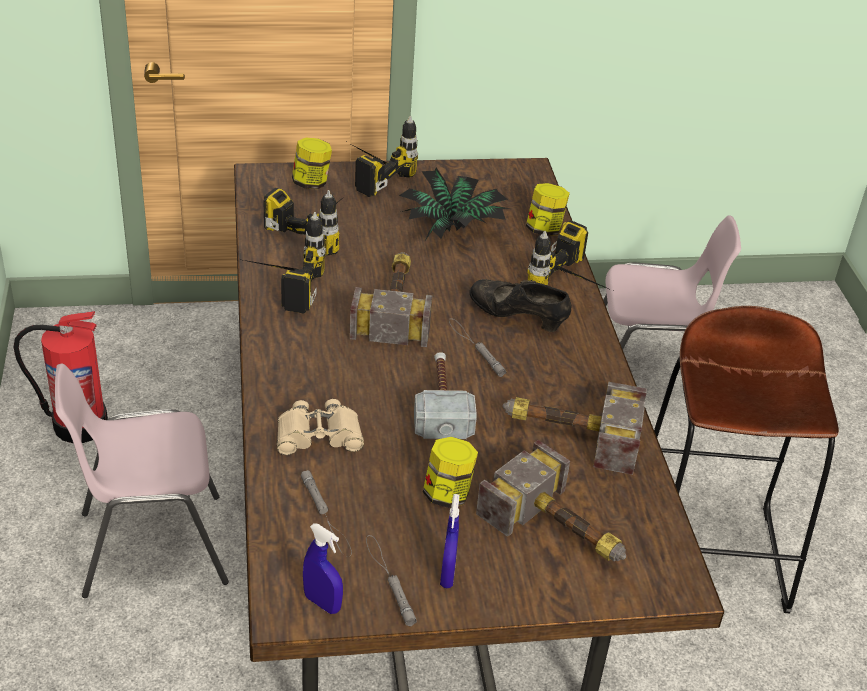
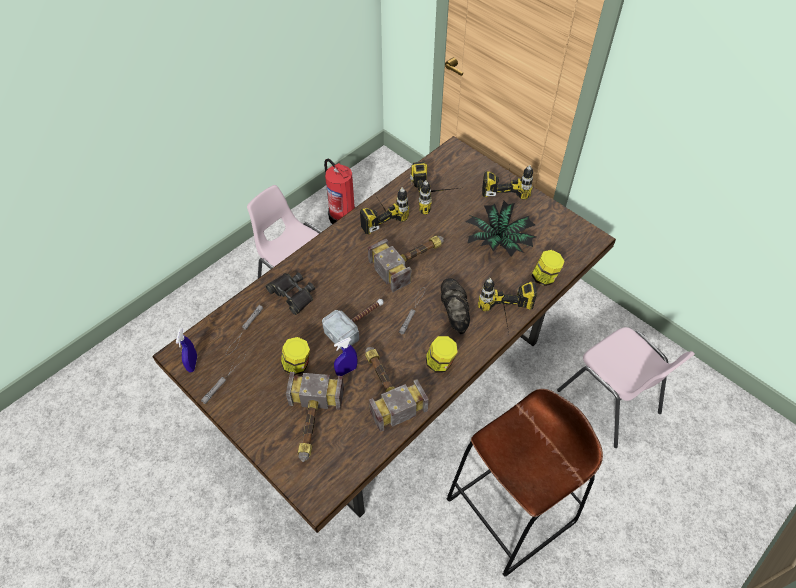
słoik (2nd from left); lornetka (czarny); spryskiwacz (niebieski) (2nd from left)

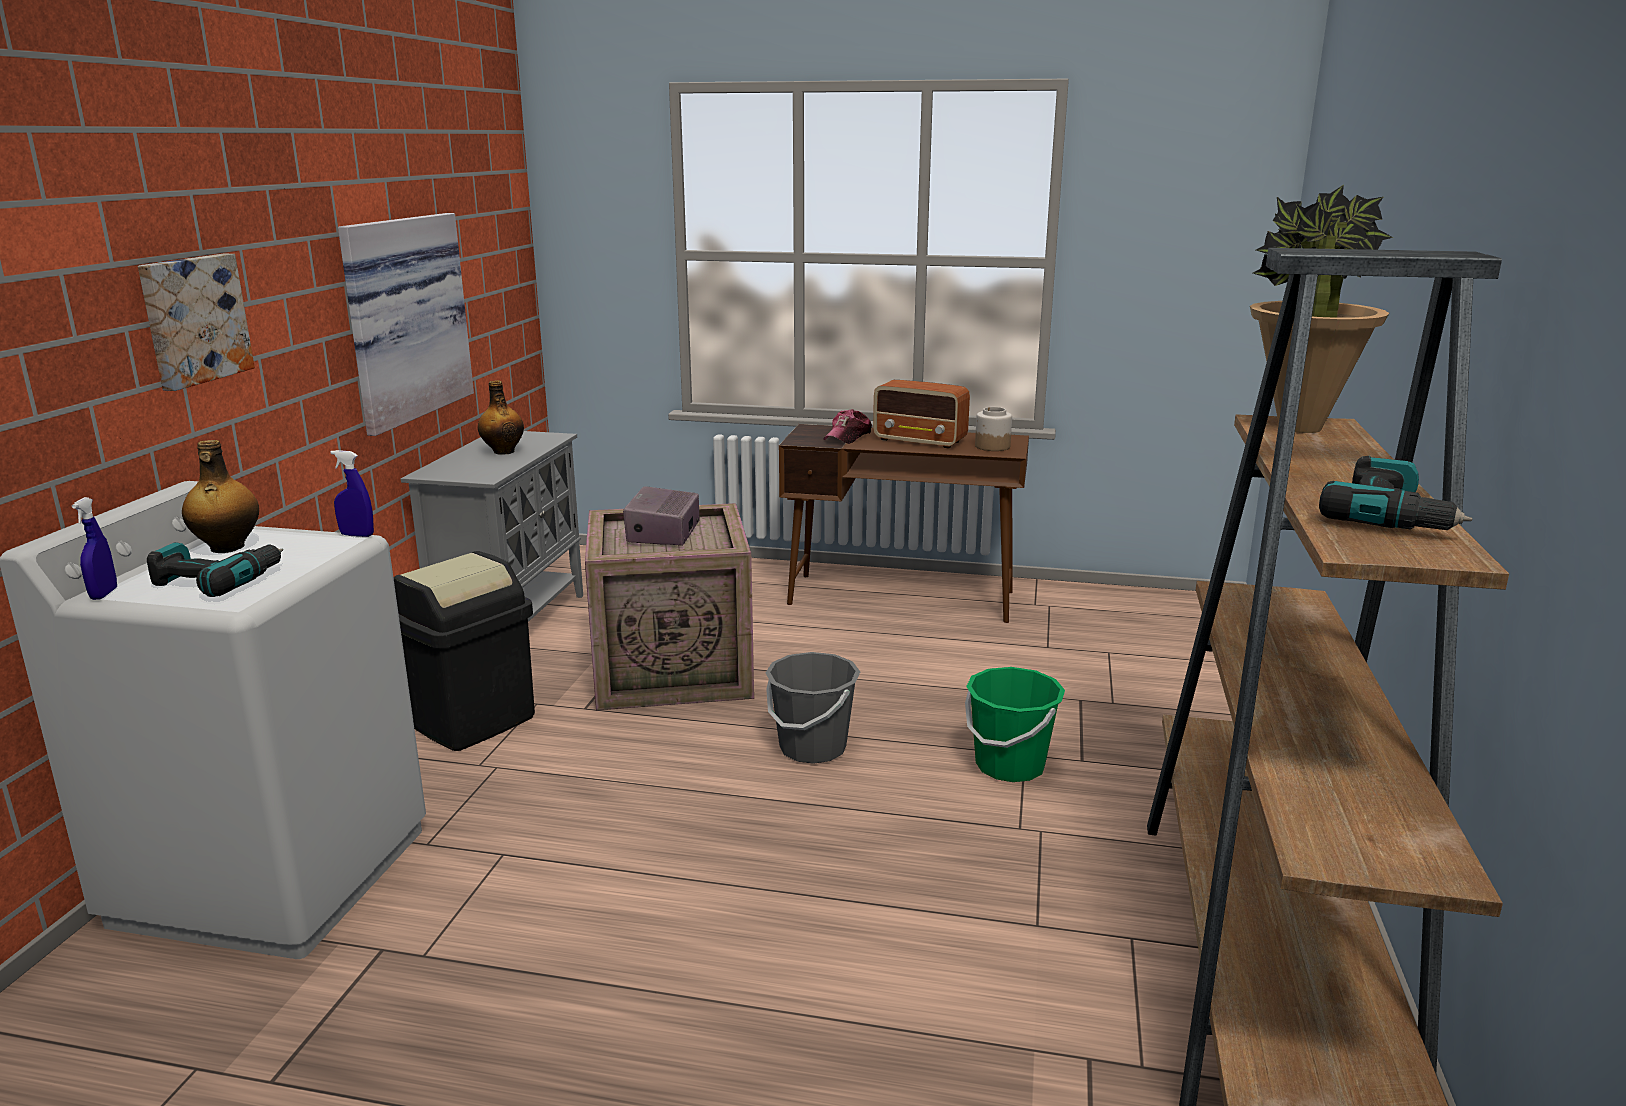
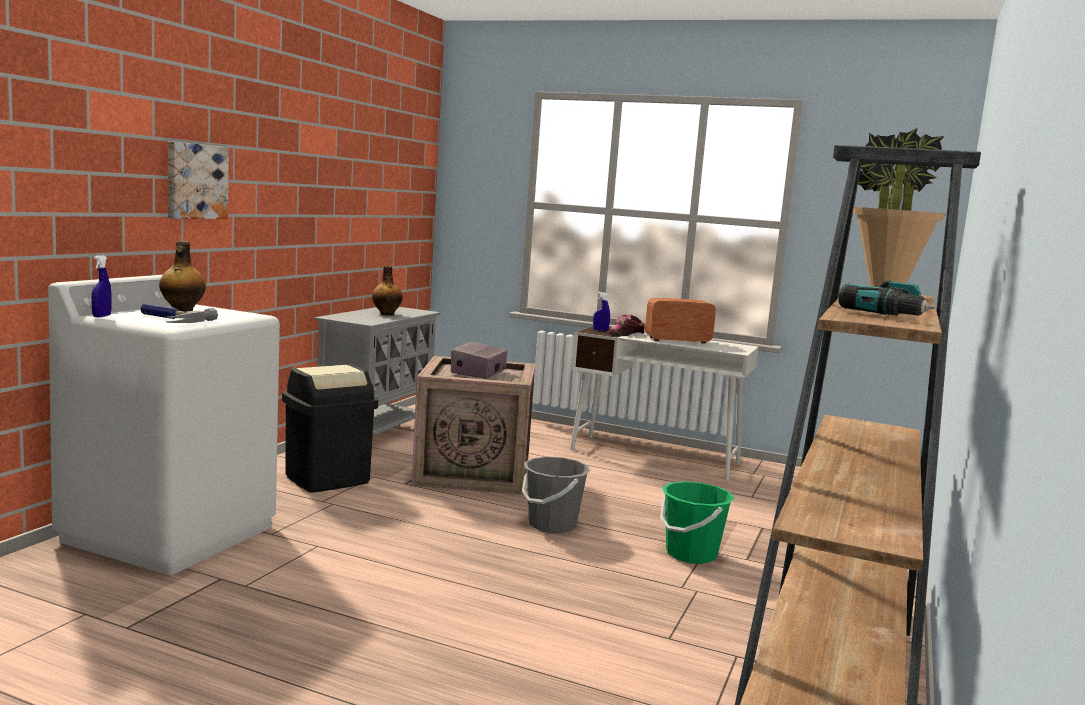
obraz (2nd from left in the first image); radio (2nd from left); słoik; biurko (biały); spryskiwacz (niebieski) (2nd from left); młotek

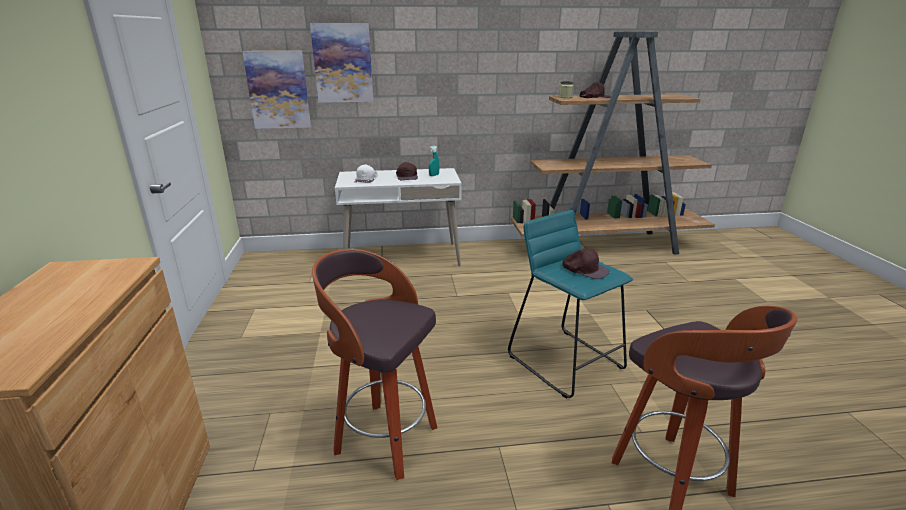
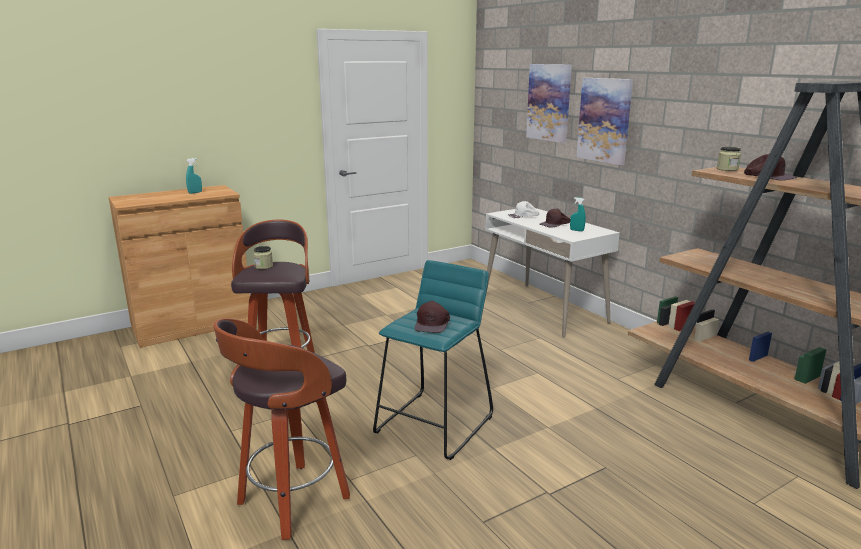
obraz (2nd from left); spryskiwacz (turkusowy) (1st from left); słoik (1st from left)

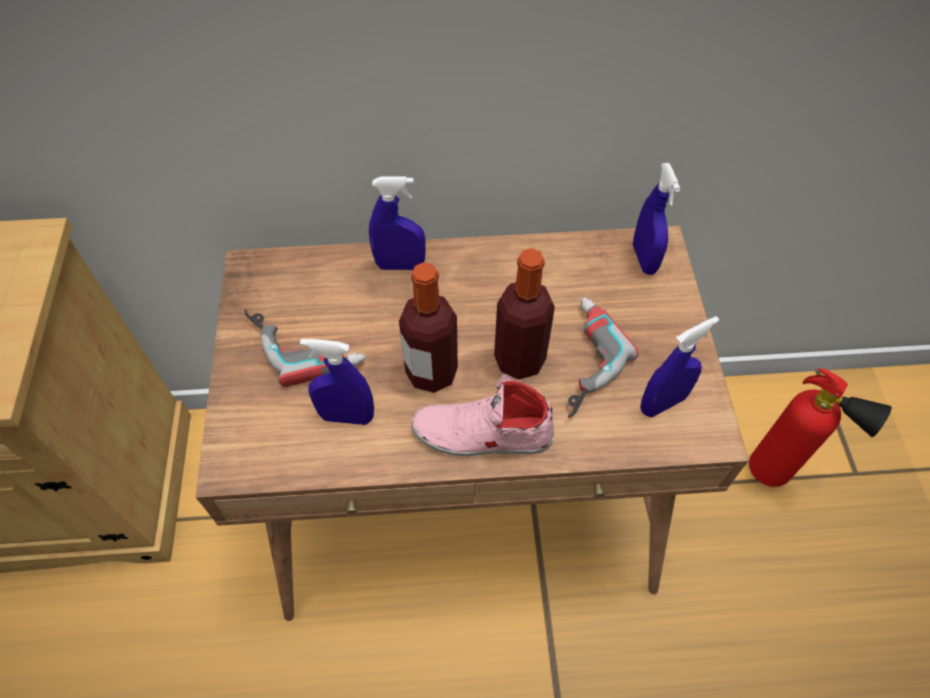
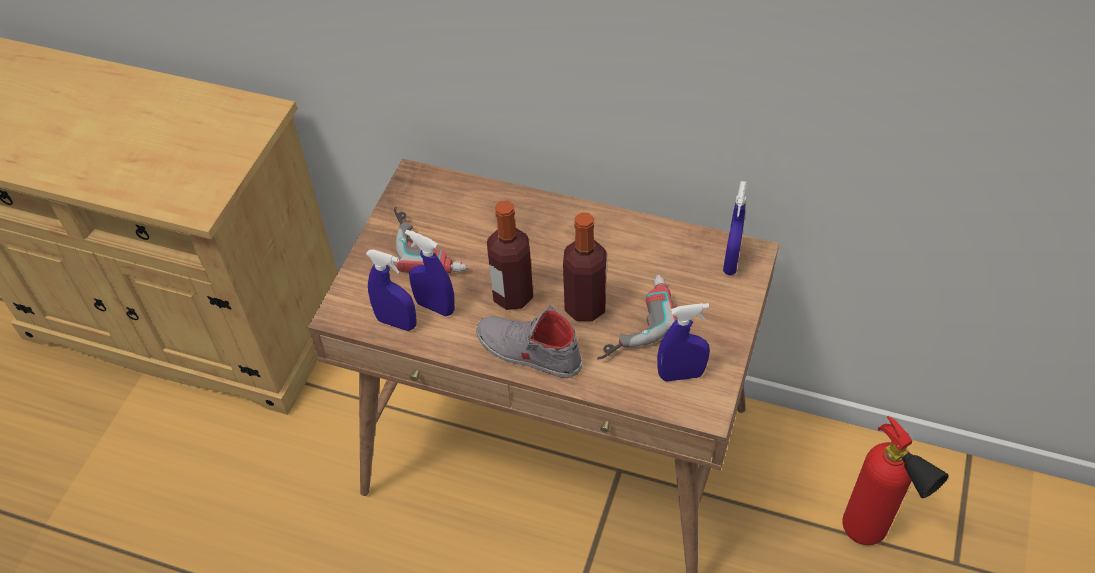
spryskiwacz (niebieski) (1st from left); but (szary)

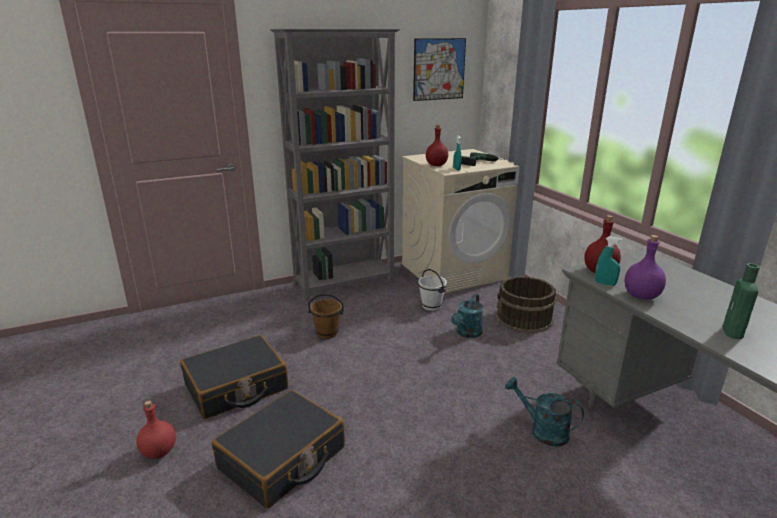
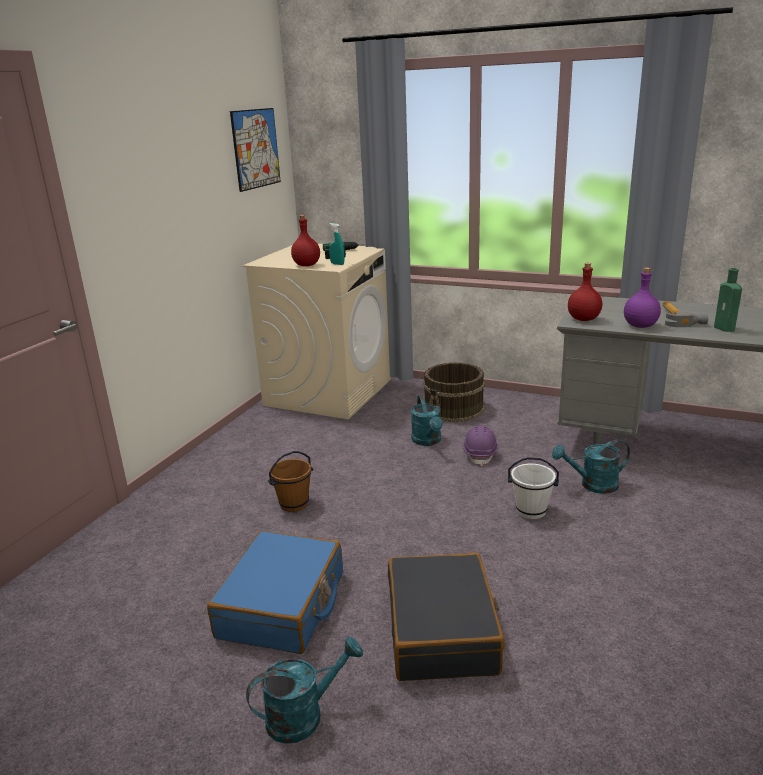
regał (szary); spryskiwacz (turkusowy) (2nd from left in the first image); wiadro (biały); walizka (niebieski); konewka (turkusowy) (1st from left); młotek; kask (fioletowy)

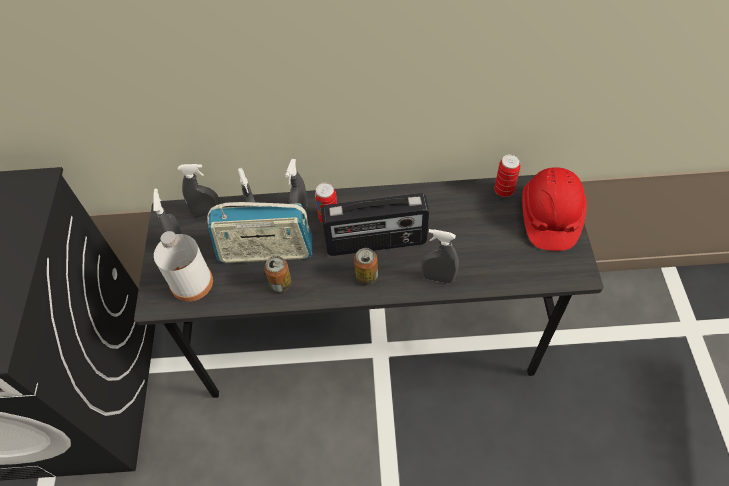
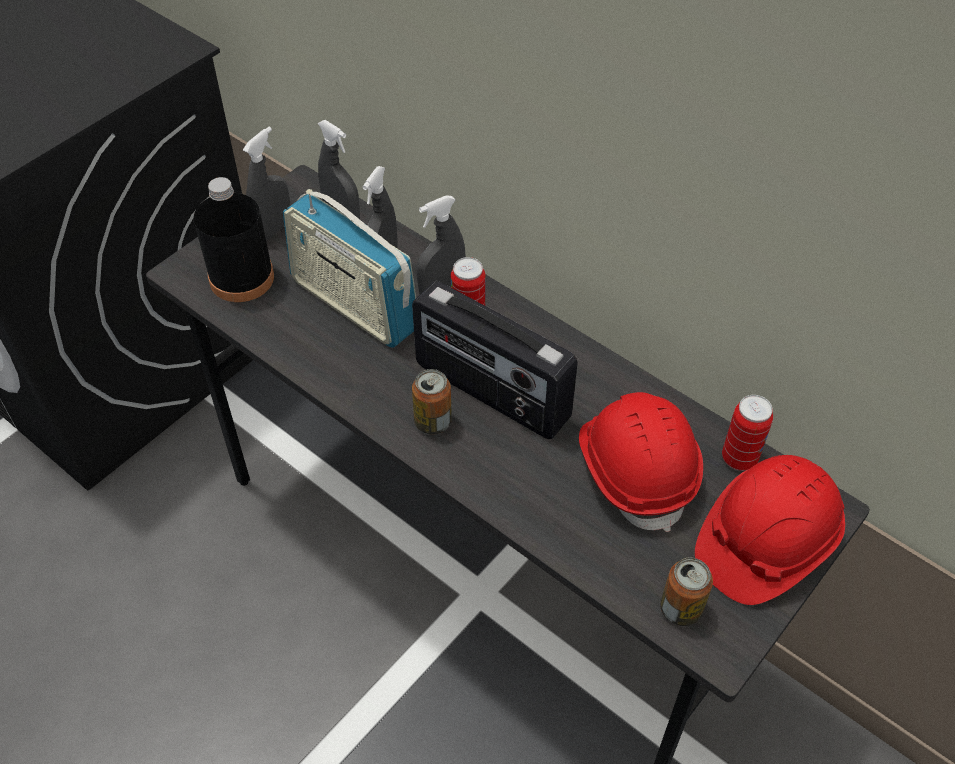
spryskiwacz (szary) (5th from left in the first image); butelka (czarny); puszka (3rd from left); kask (czerwony) (1st from left)

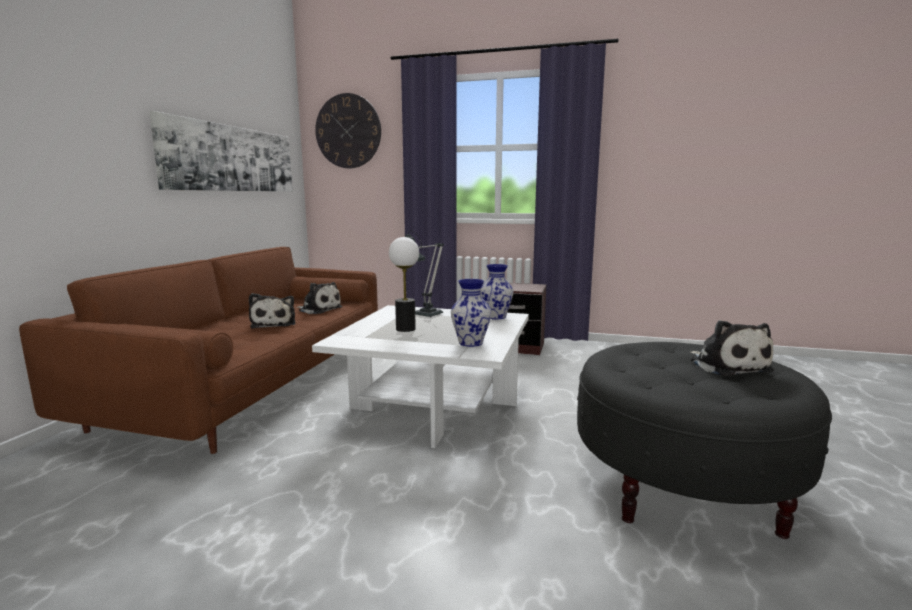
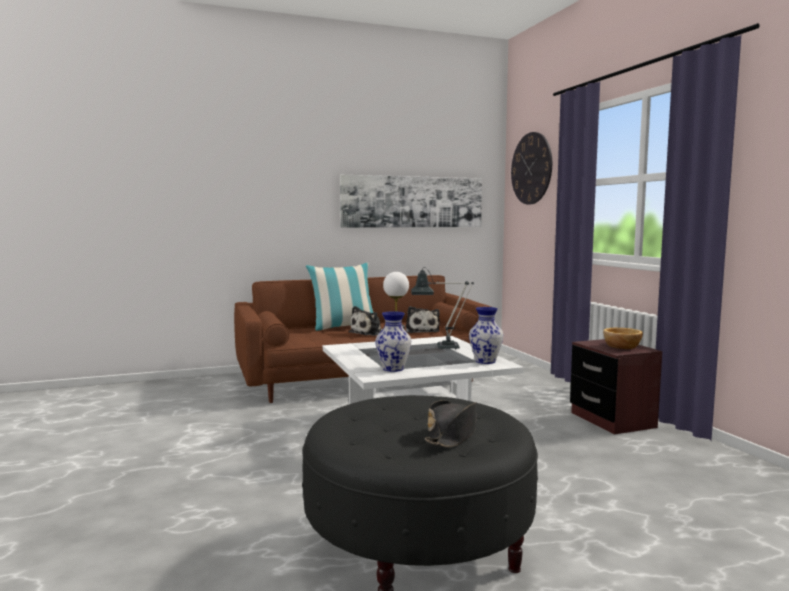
kapelusz (czarny); poduszka; miska

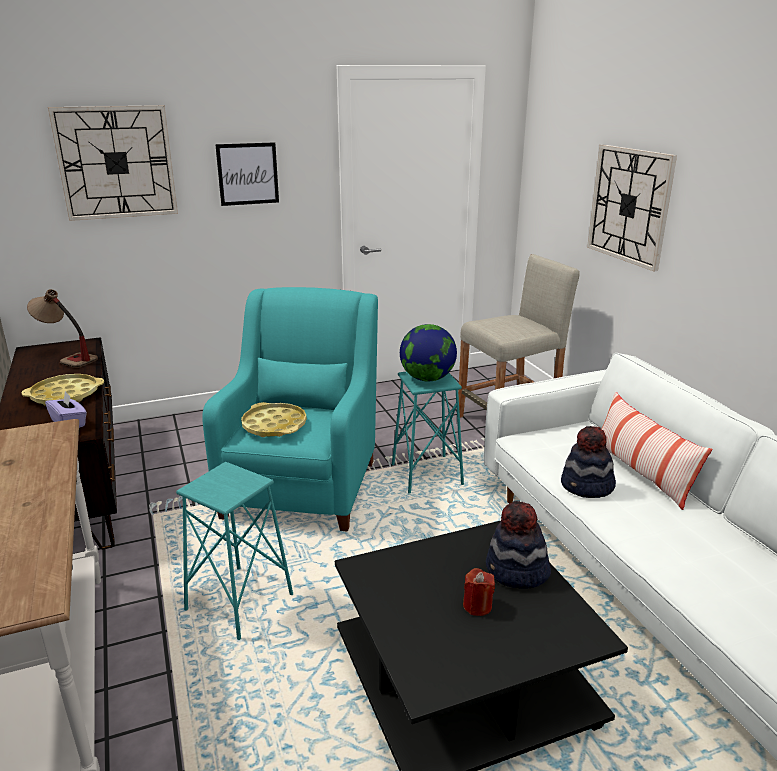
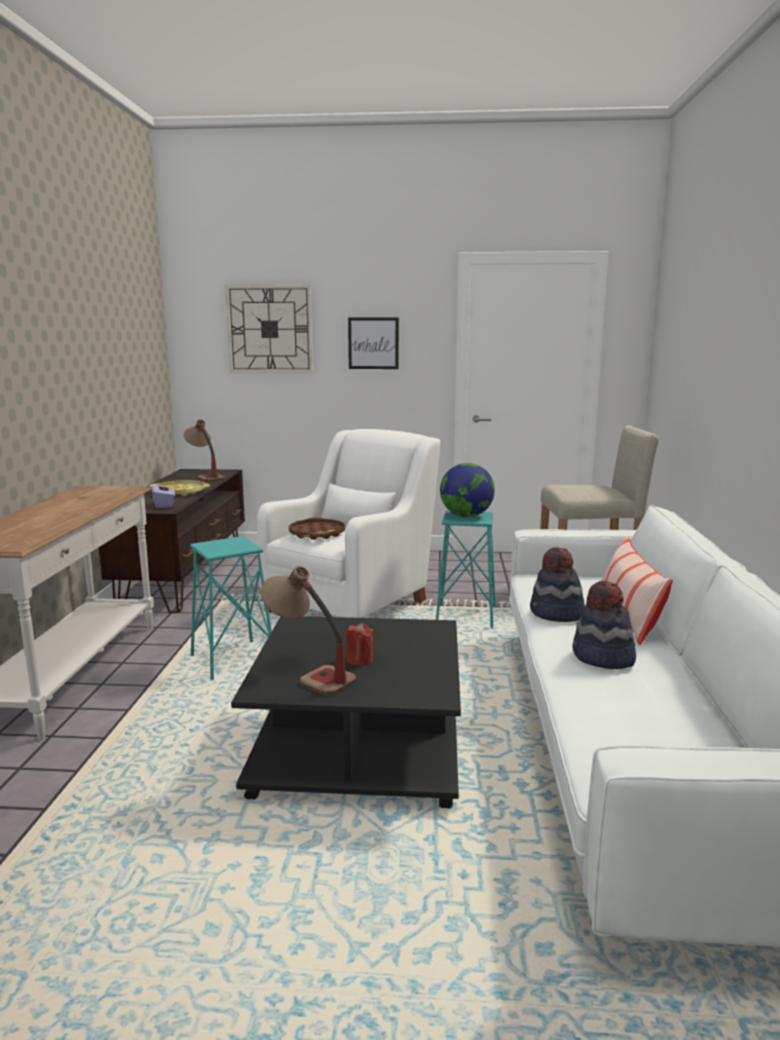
zegar ścienny (2nd from left in the first image); fotel (biały); taca (brązowy); kapelusz (2nd from left); lampa stołowa (2nd from left)

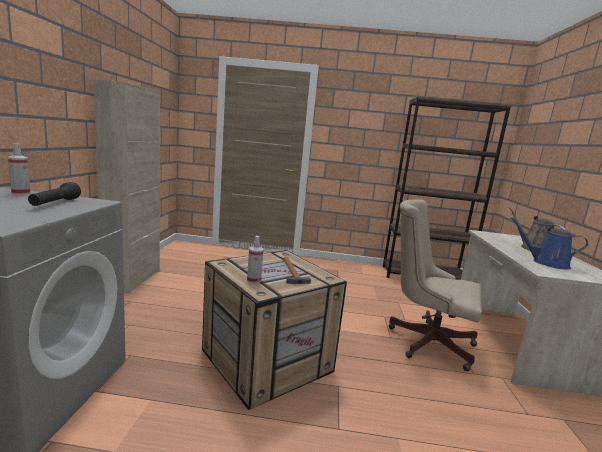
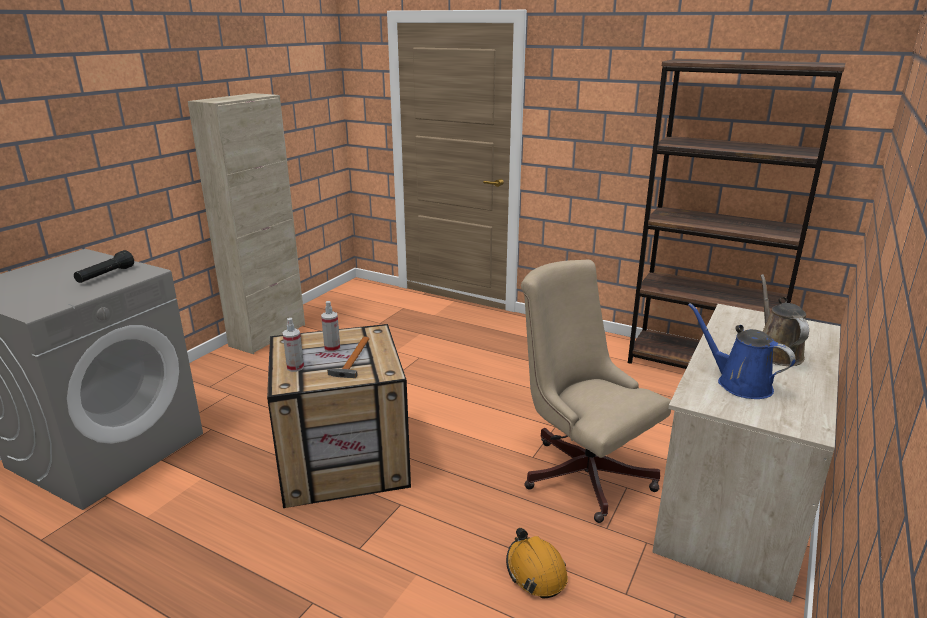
spryskiwacz (2nd from left); kask (pomarańczowy)

